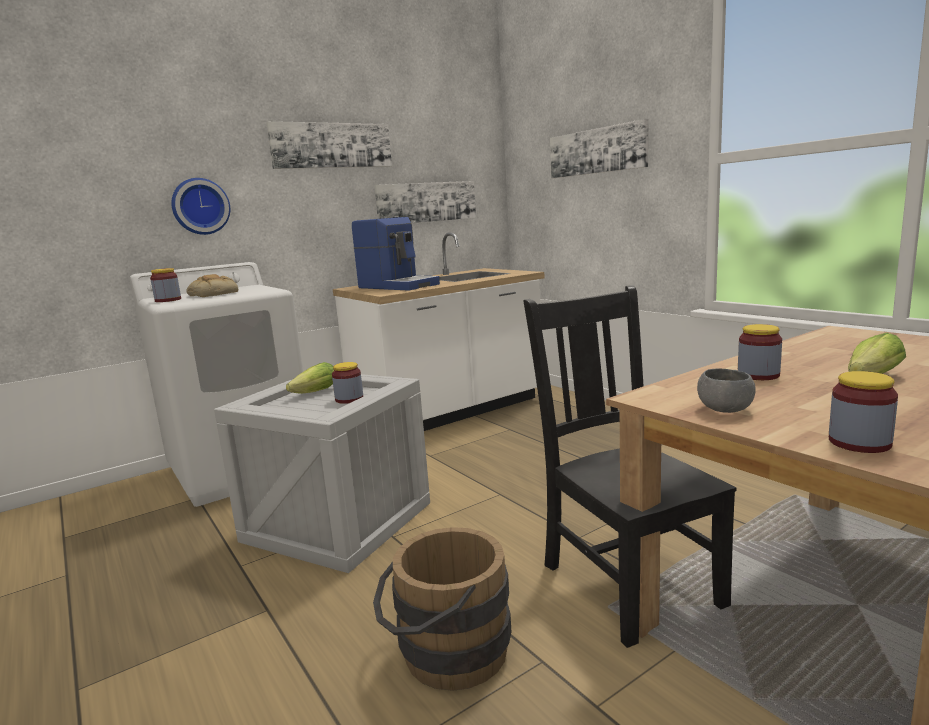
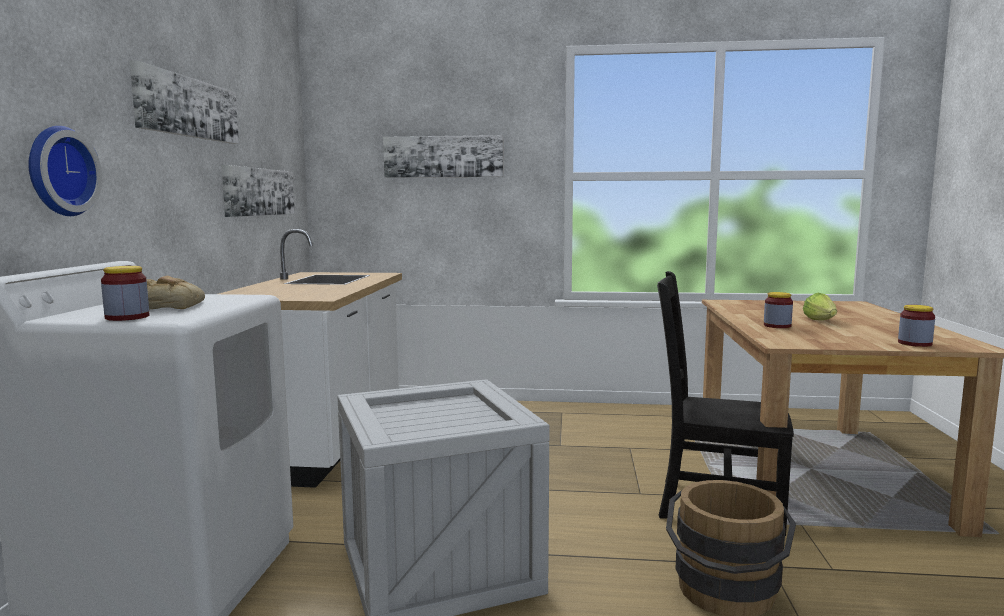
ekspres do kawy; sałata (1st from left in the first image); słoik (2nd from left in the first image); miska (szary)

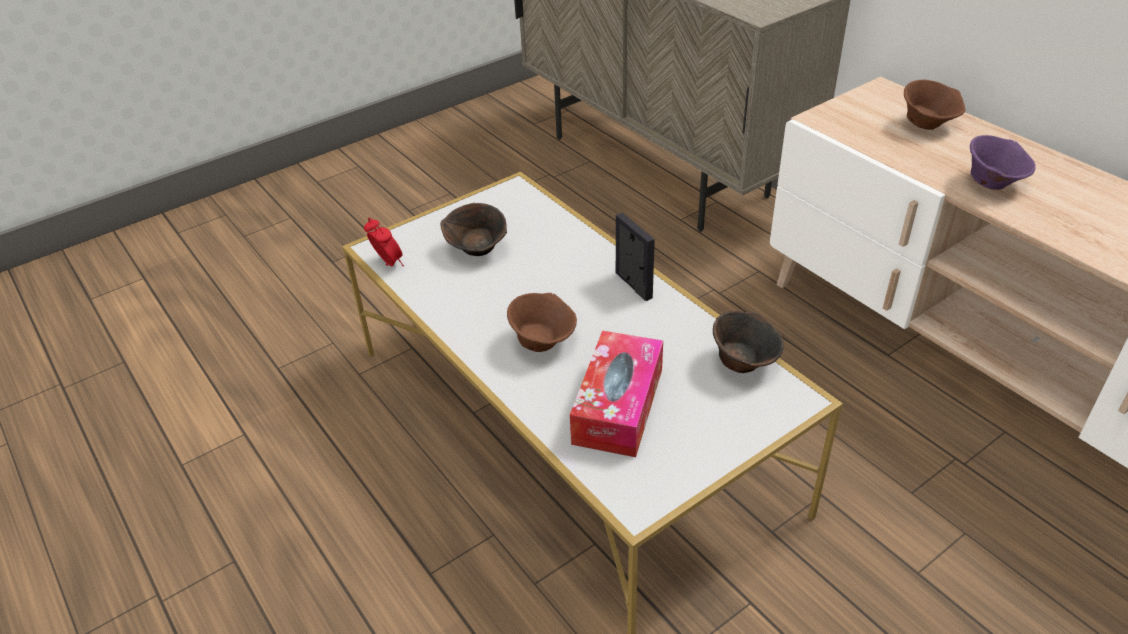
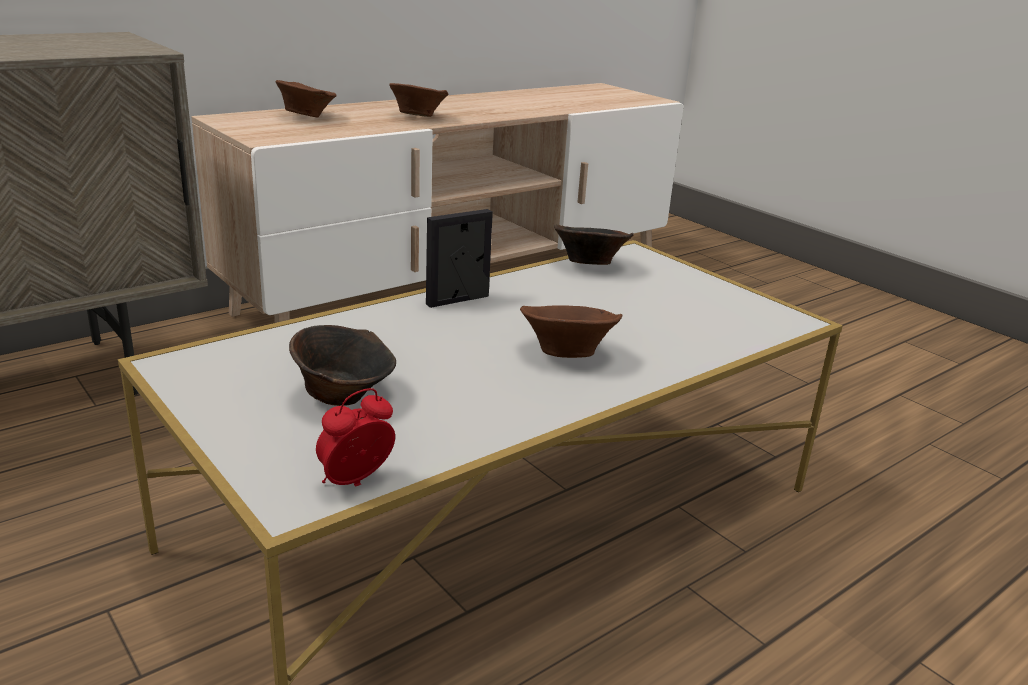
miska (brązowy) (3rd from left); pudełko chusteczek

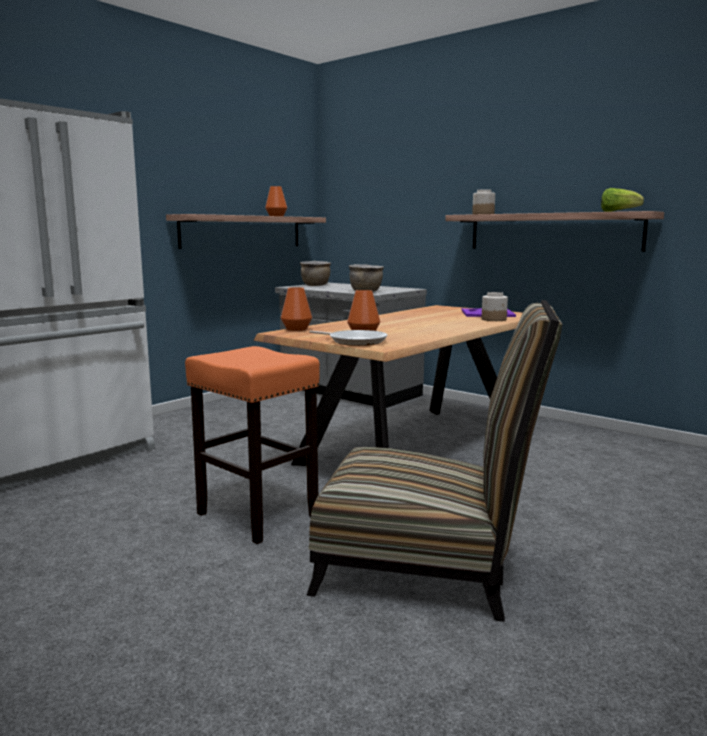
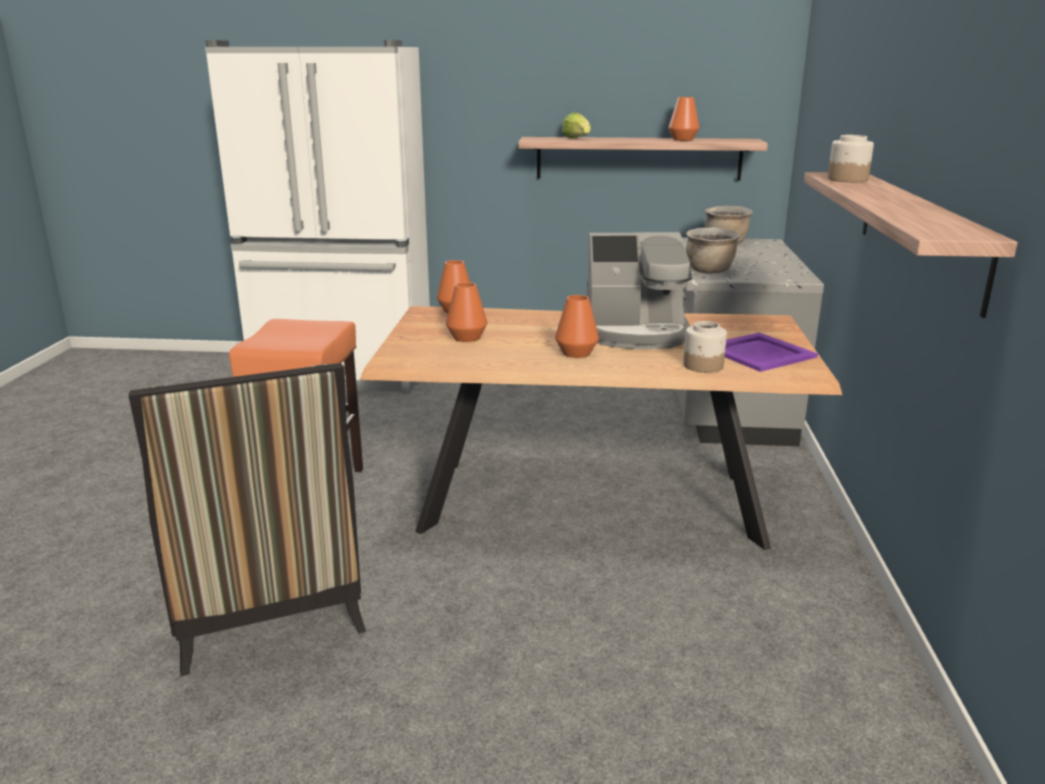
sałata; patelnia; ekspres do kawy; wazon (pomarańczowy) (3rd from left)

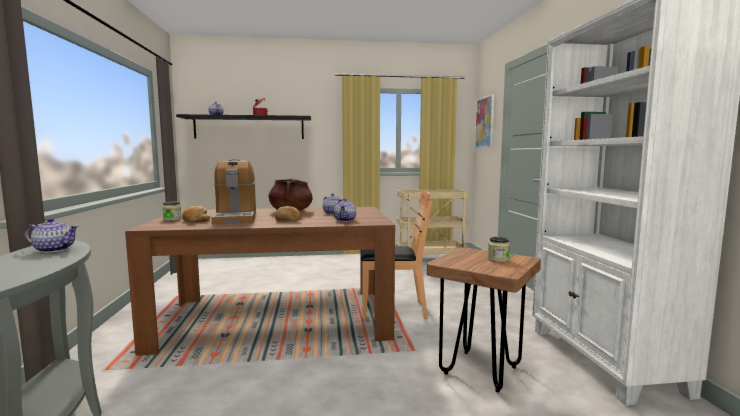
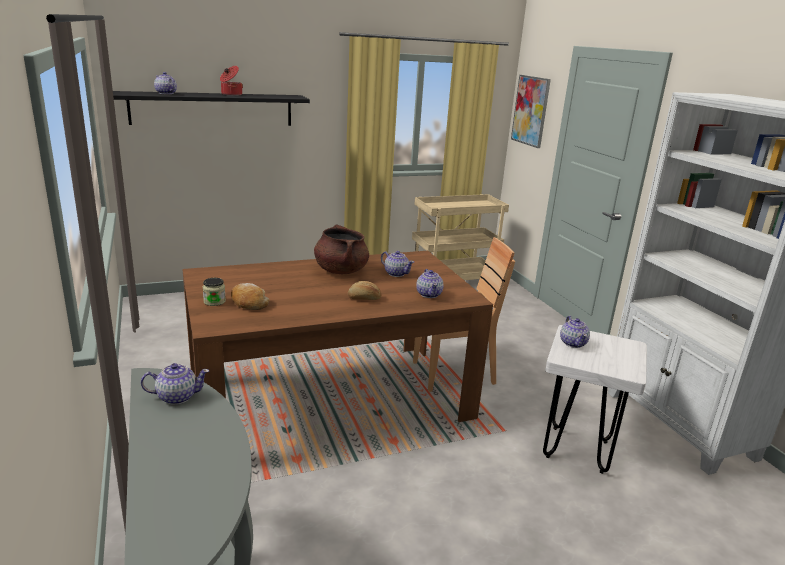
ekspres do kawy; słoik (2nd from left in the first image); stołek (biały); imbryk (5th from left)

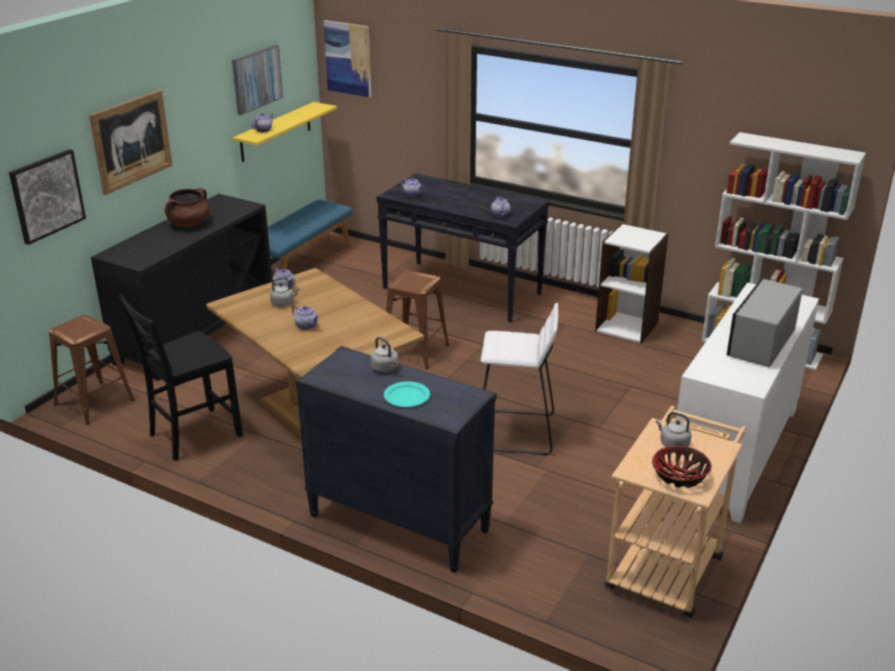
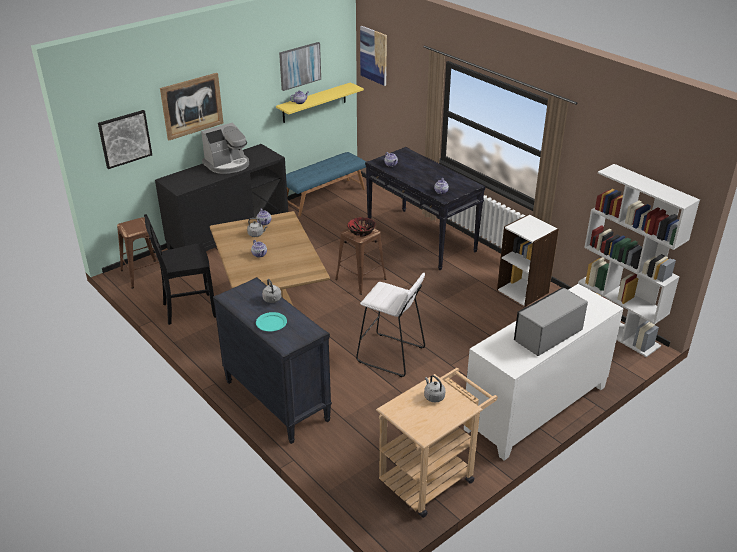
ekspres do kawy; miska

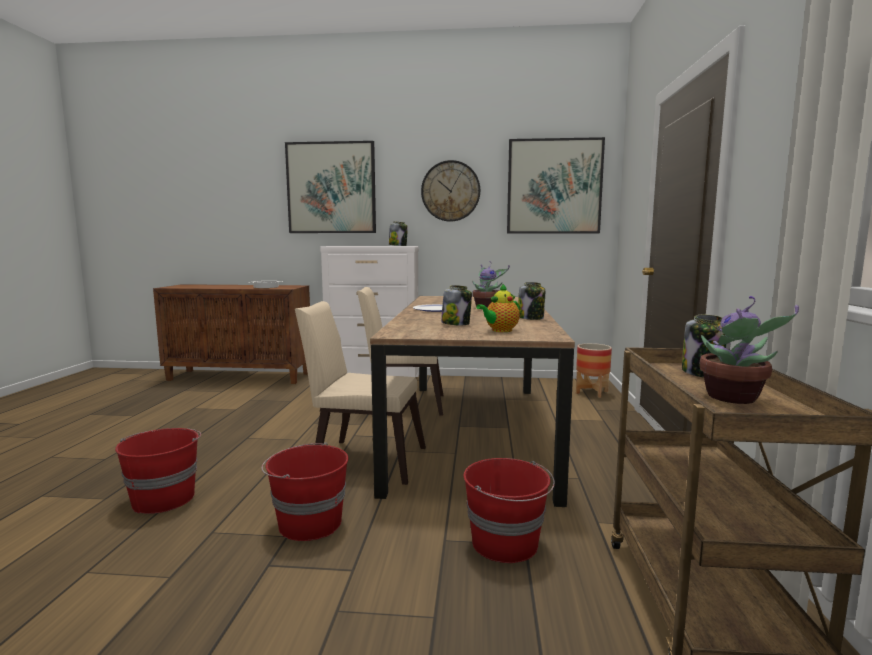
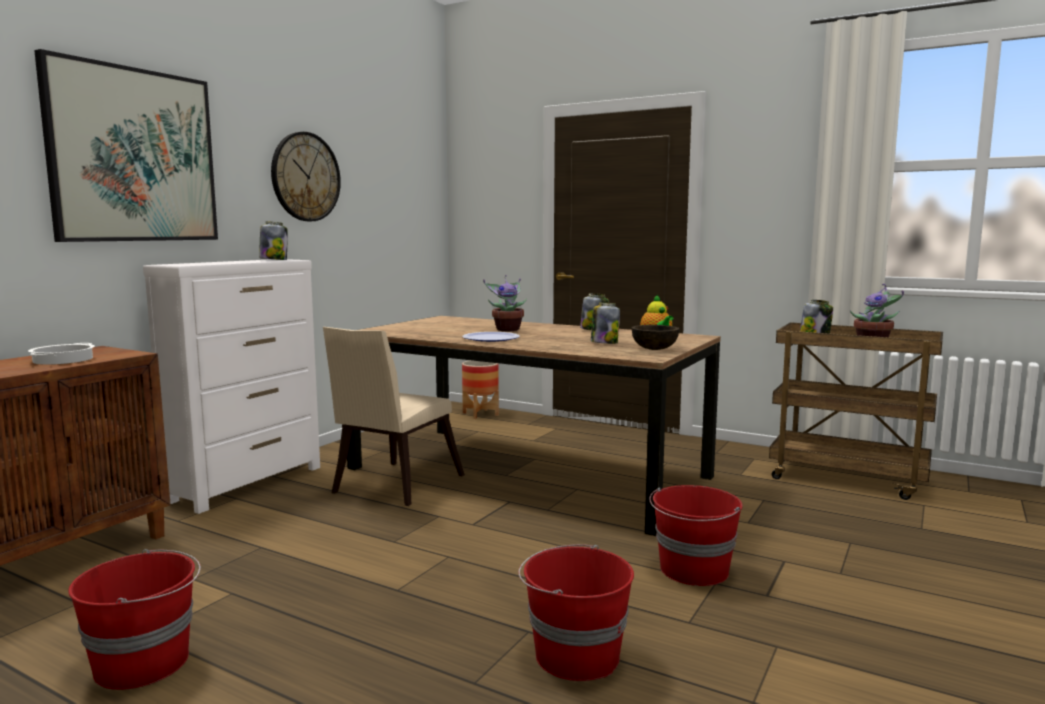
obraz (2nd from left in the first image); krzesło (beżowy) (1st from left in the first image); wiadro (czerwony) (1st from left); miska (brązowy)

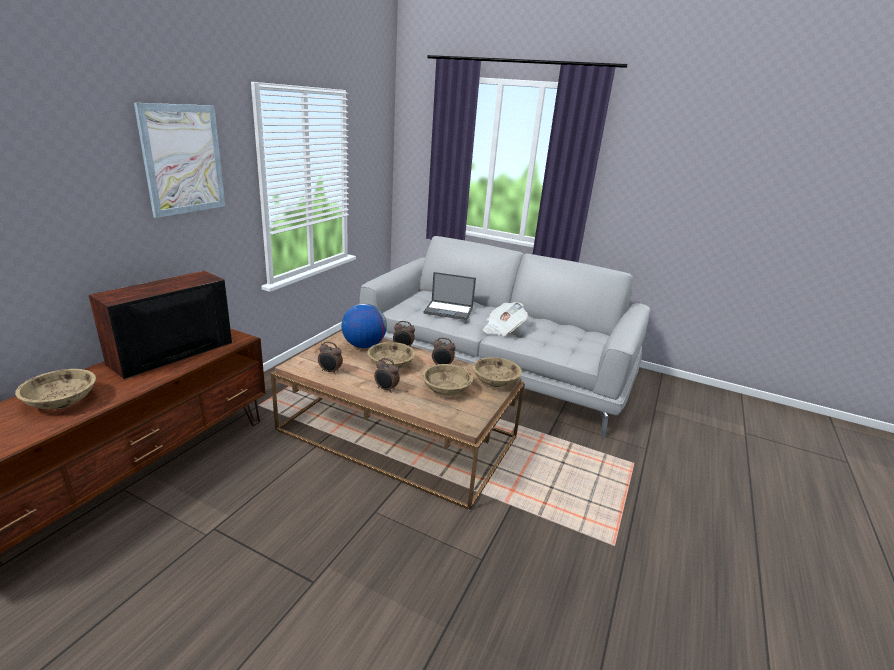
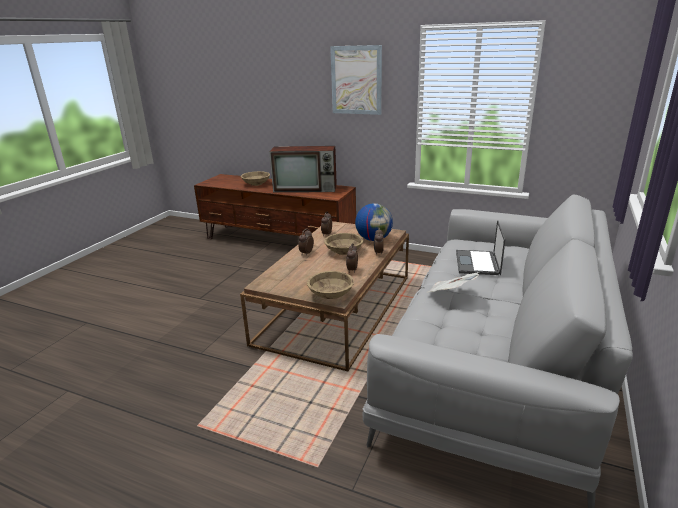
telewizor; miska (beżowy) (3rd from left in the first image)

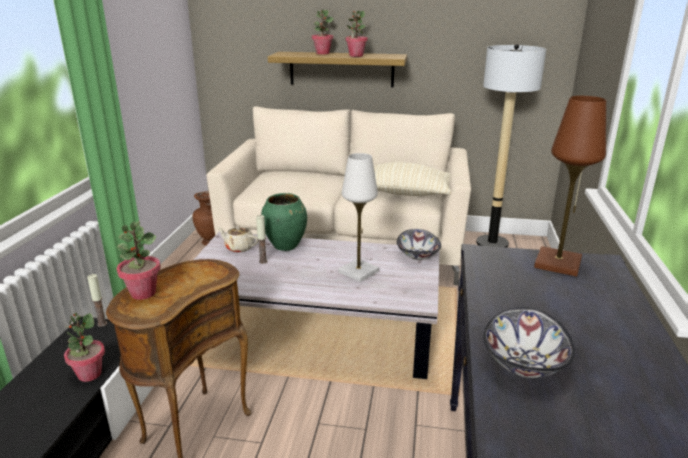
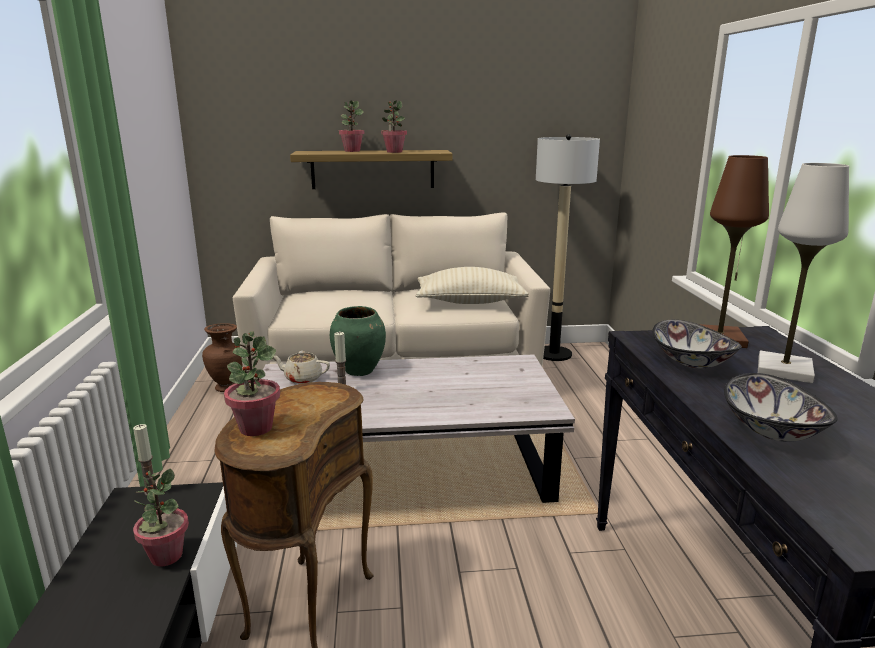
lampa stołowa (biały); miska (1st from left)

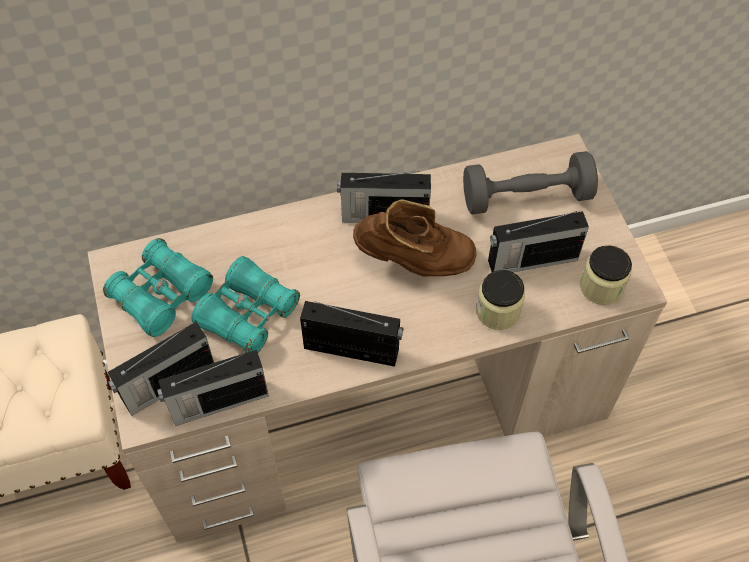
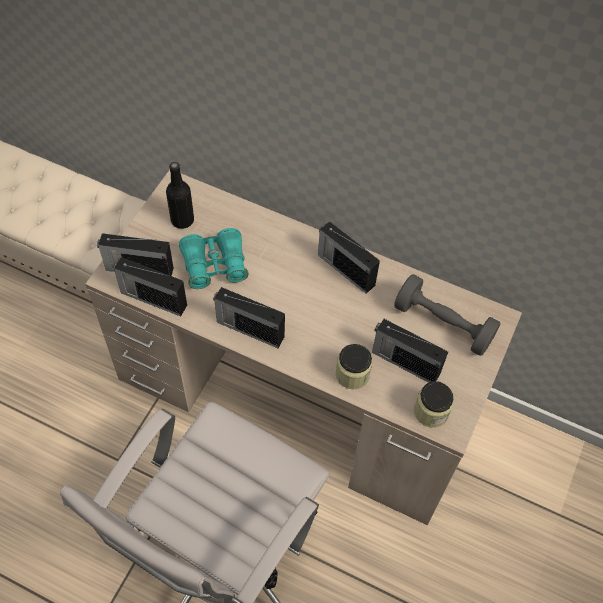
but z cholewką (brązowy); butelka (czarny); radio (3rd from left)

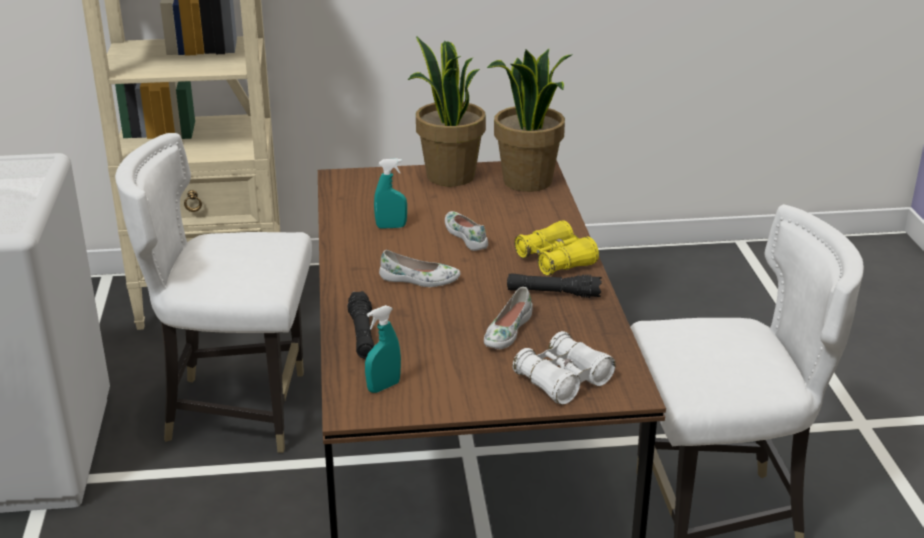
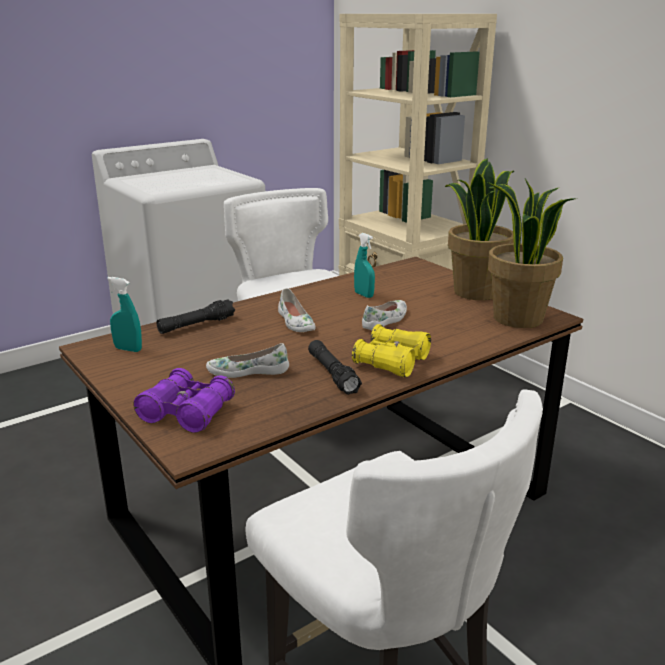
lornetka (fioletowy)

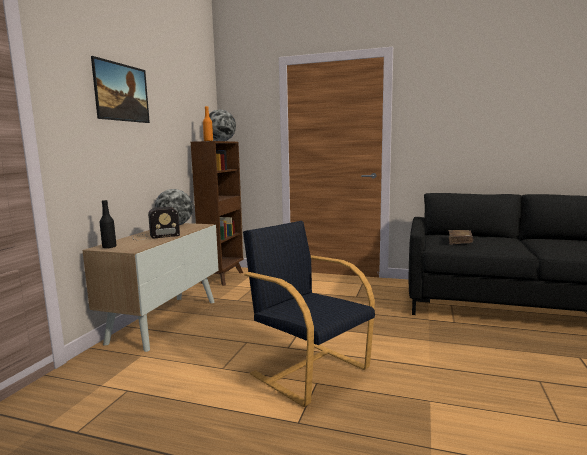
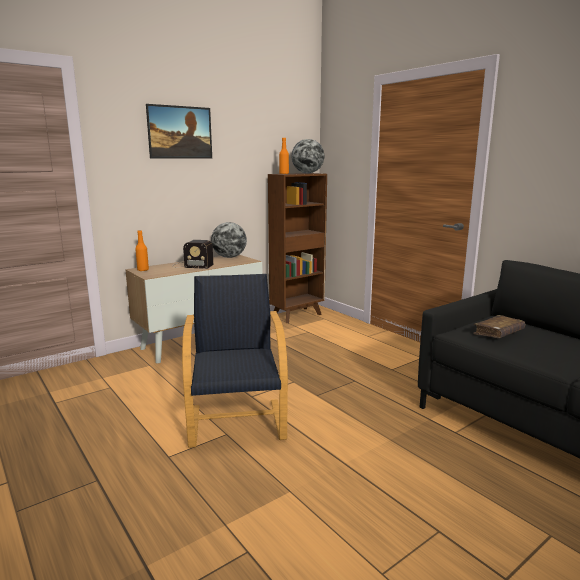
butelka (pomarańczowy) (1st from left)

